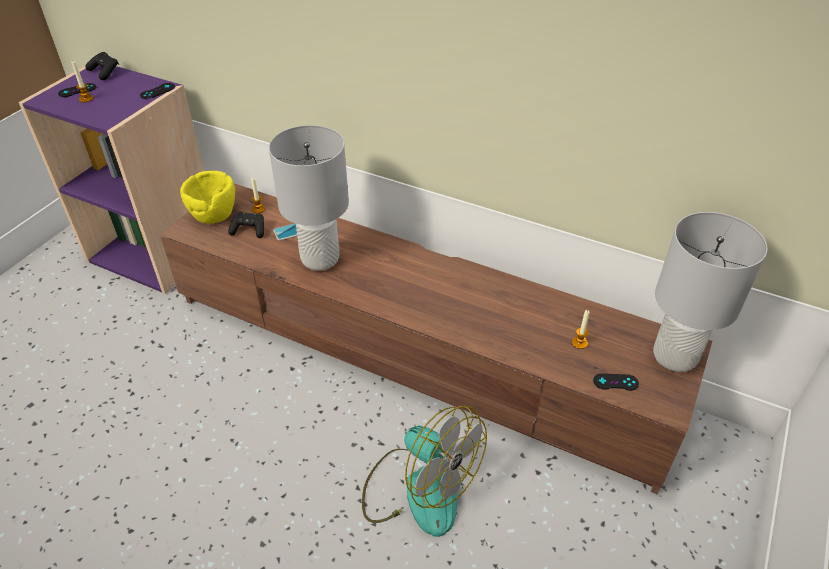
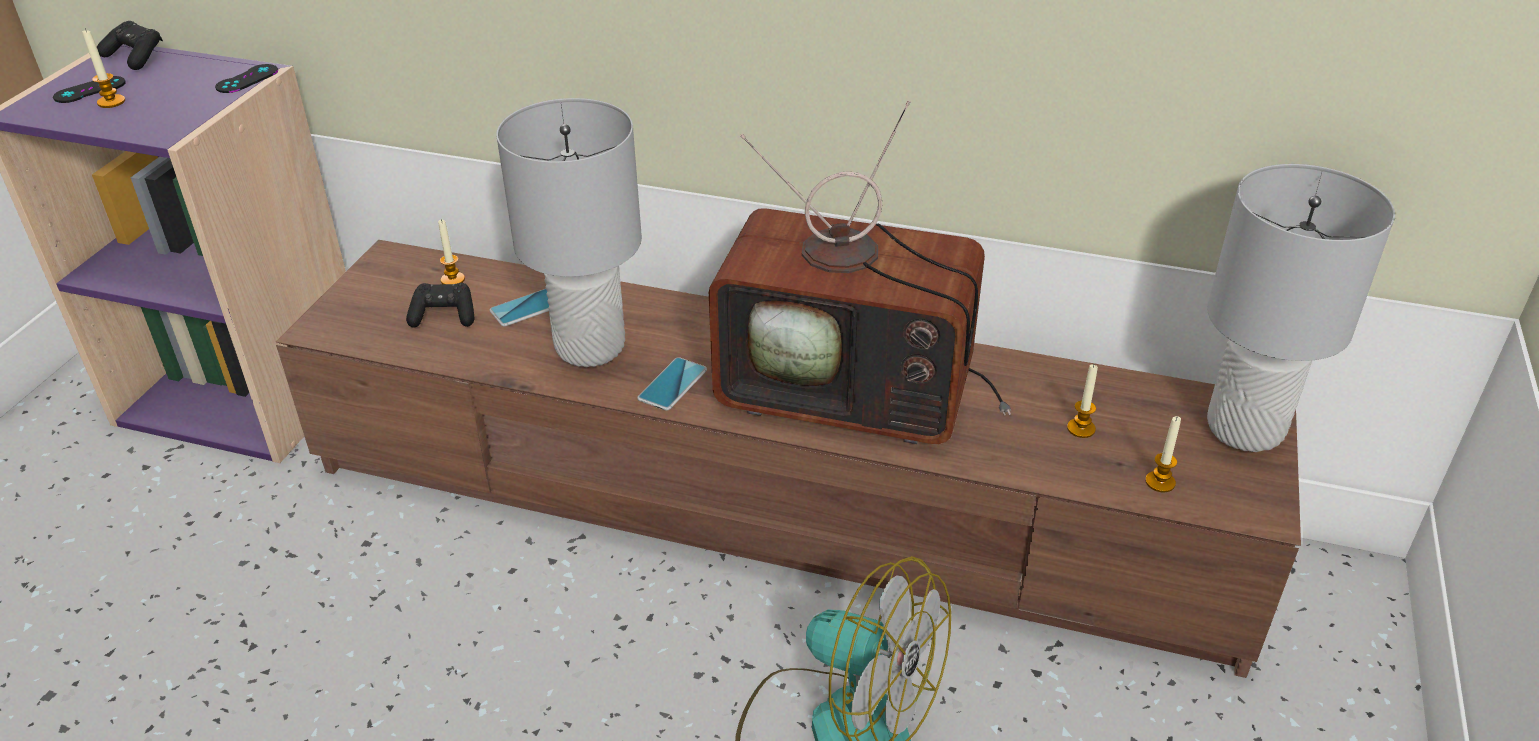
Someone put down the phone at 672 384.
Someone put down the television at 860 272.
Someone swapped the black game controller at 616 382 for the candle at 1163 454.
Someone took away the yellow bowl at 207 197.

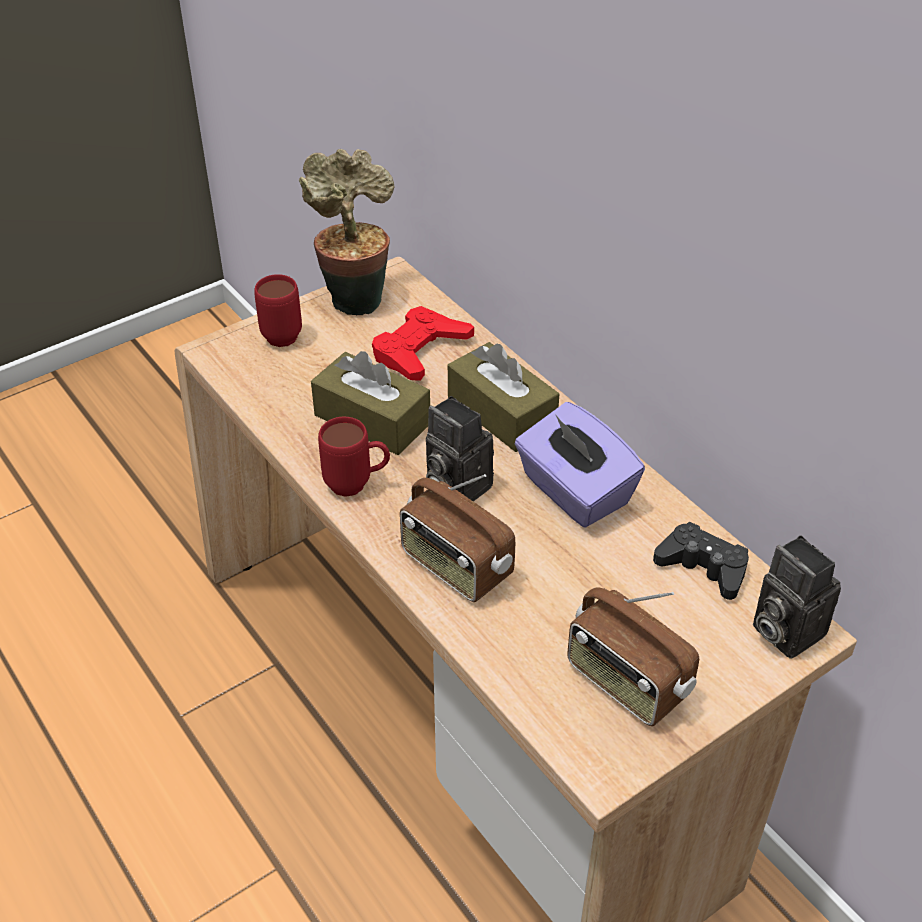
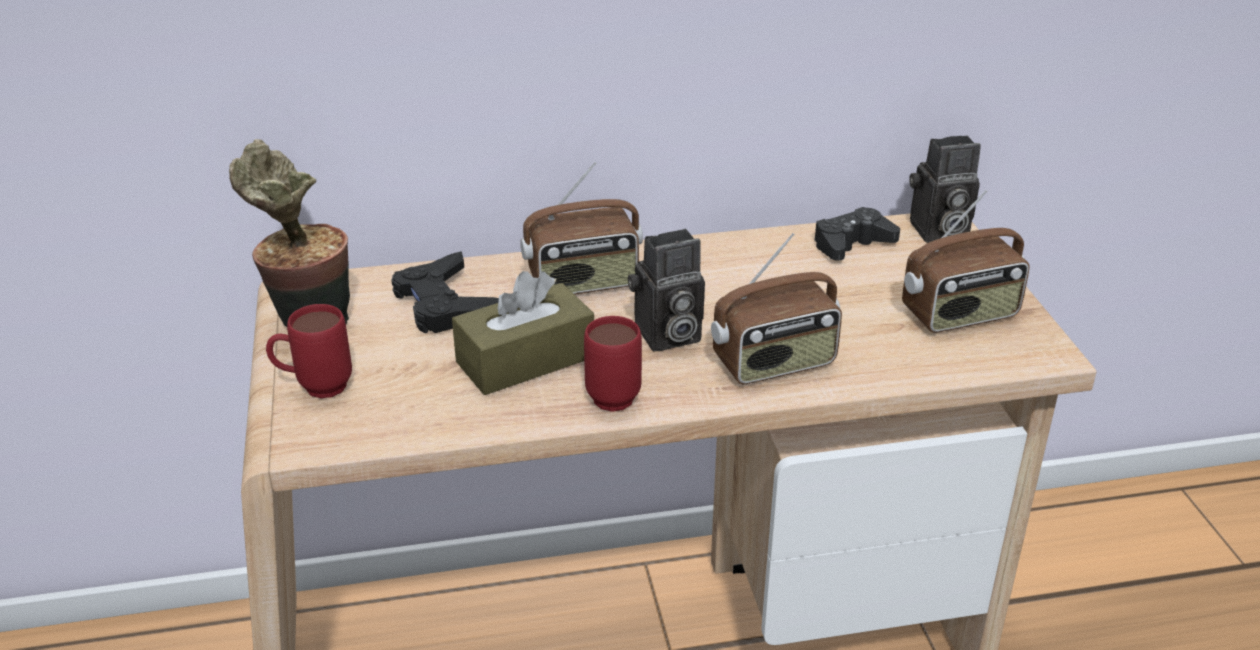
Someone repainted the red game controller at 423 343, which became the black game controller at 445 292.
Someone swapped the brown tissue box at 504 397 for the radio at 581 228.
Someone took away the purple tissue box at 580 465.

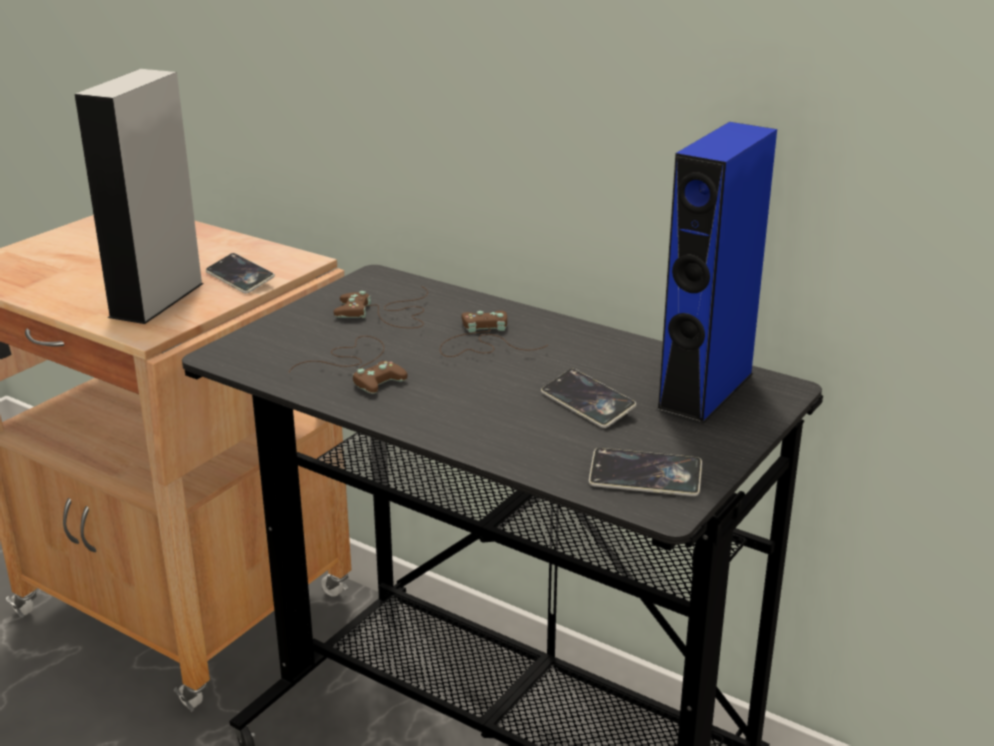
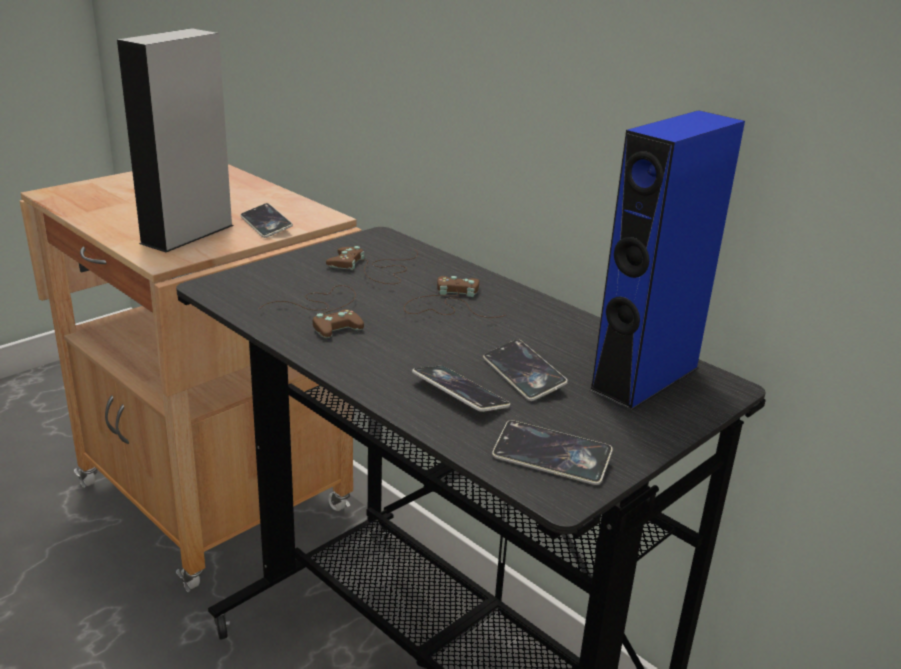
Someone put down the phone at 461 389.

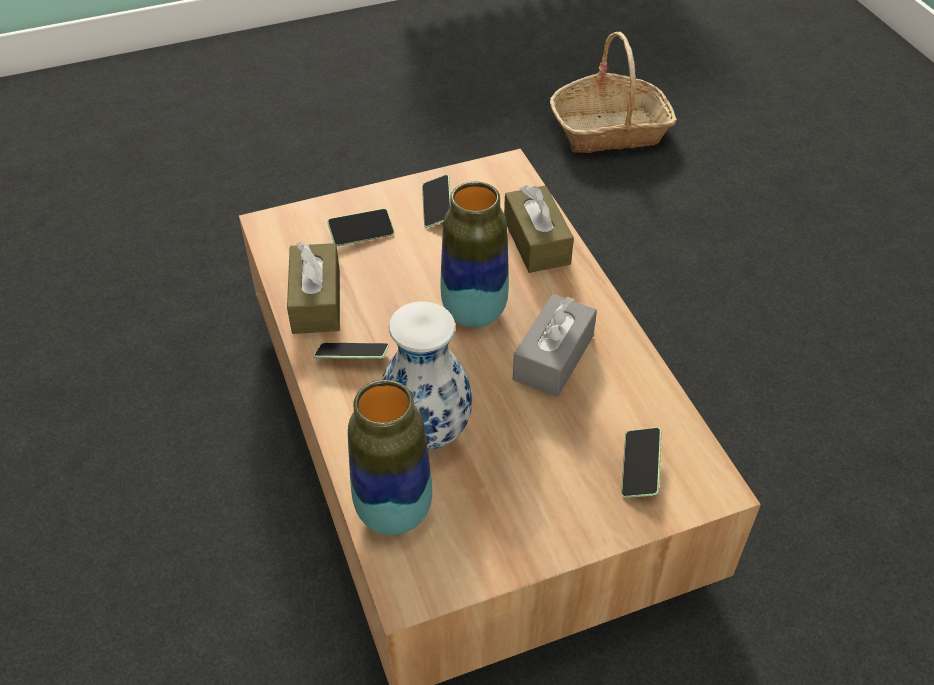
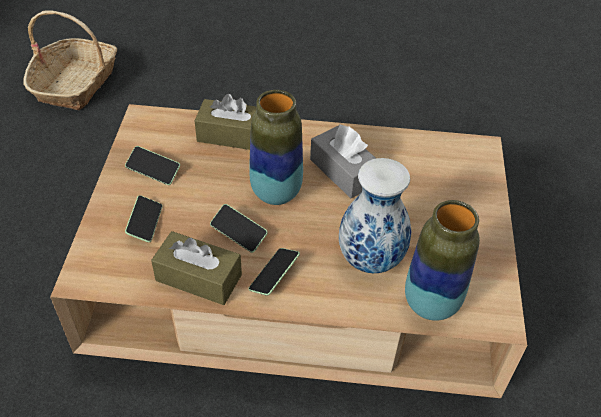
Someone carried the phone from 641 462 to 239 228.

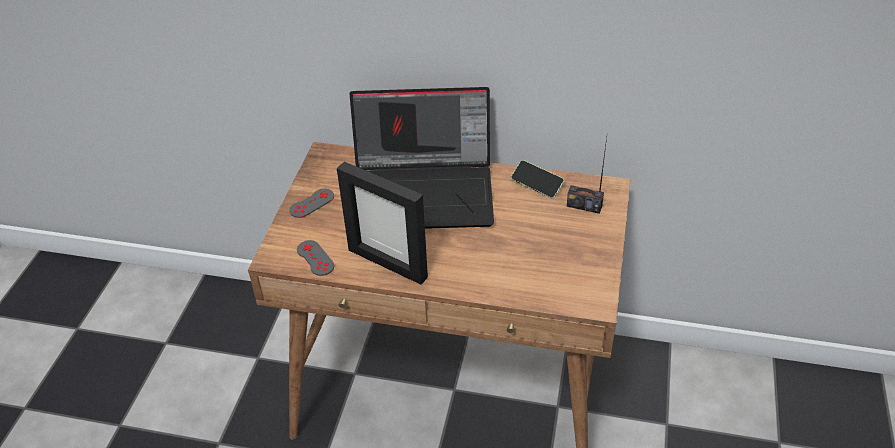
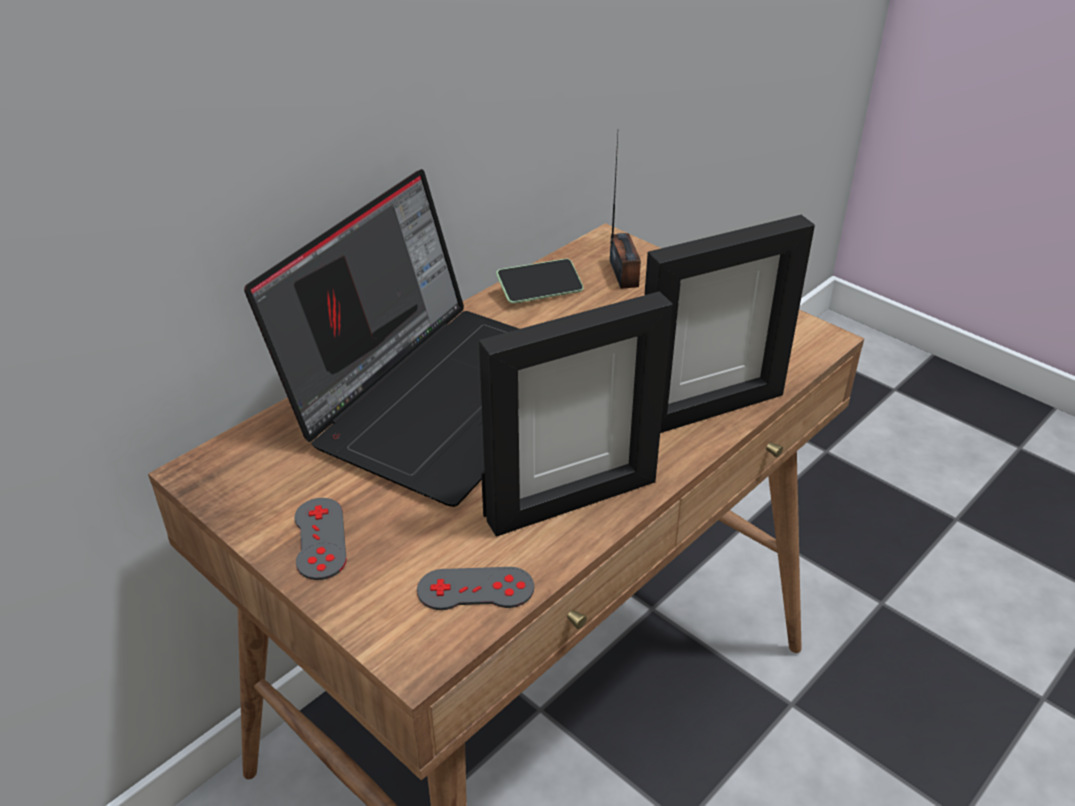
Someone rotated the radio at 587 175 by 60 degrees counterclockwise.
Someone put down the picture frame at 729 324.

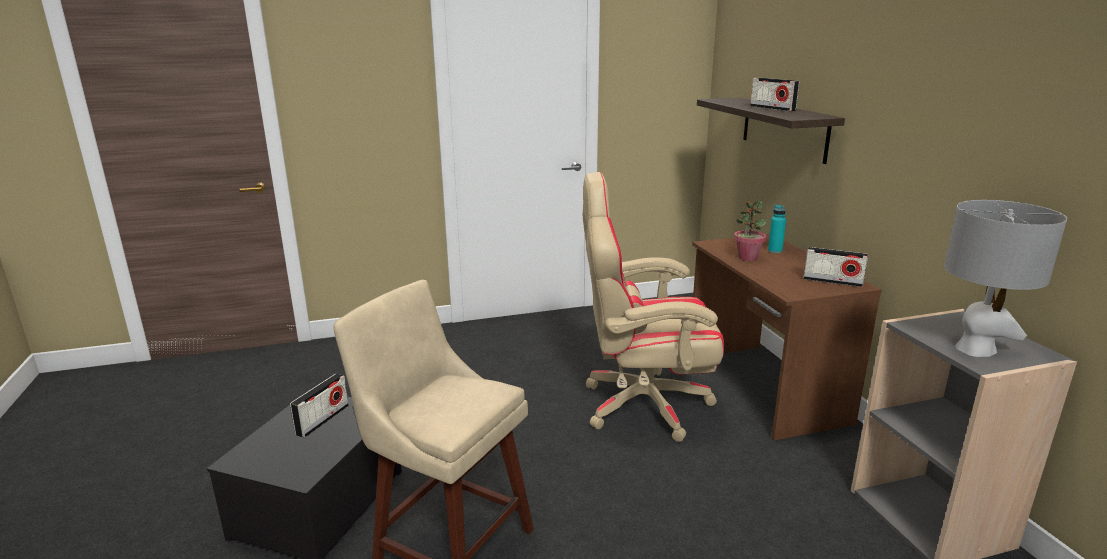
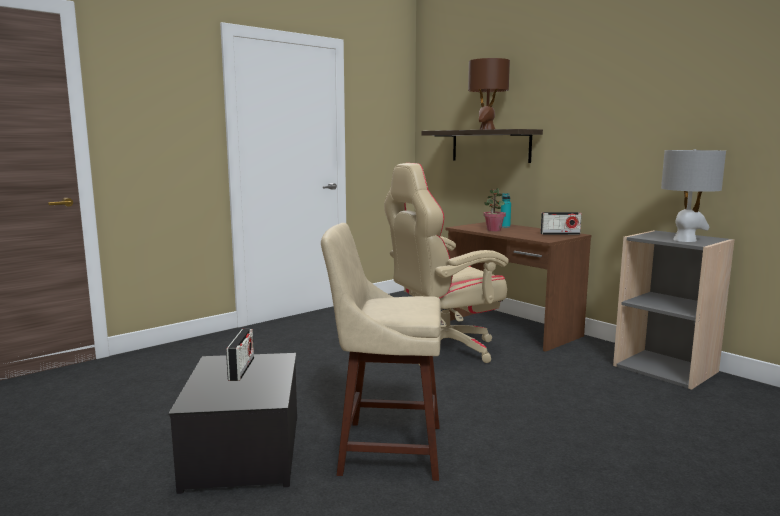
Someone swapped the radio at 775 94 for the brown table lamp at 489 94.

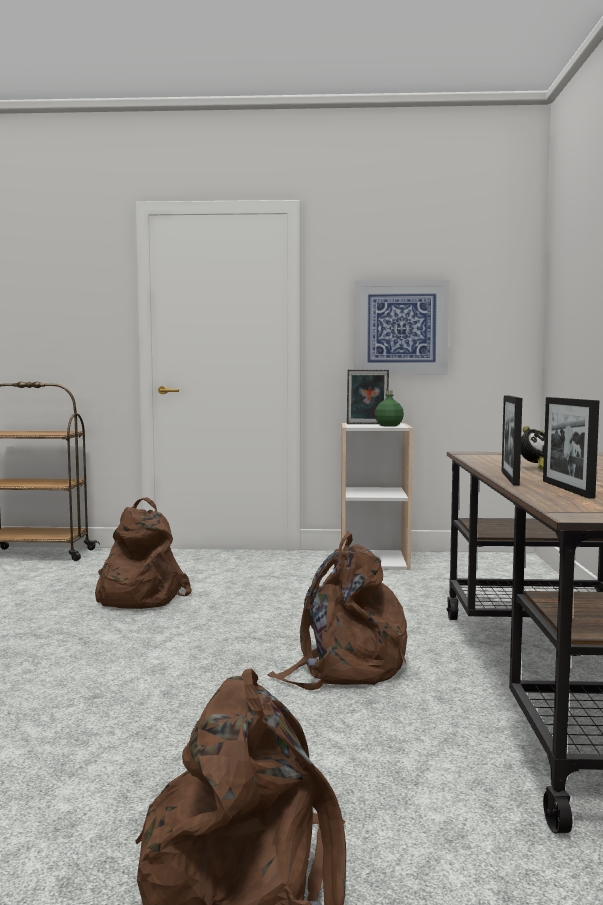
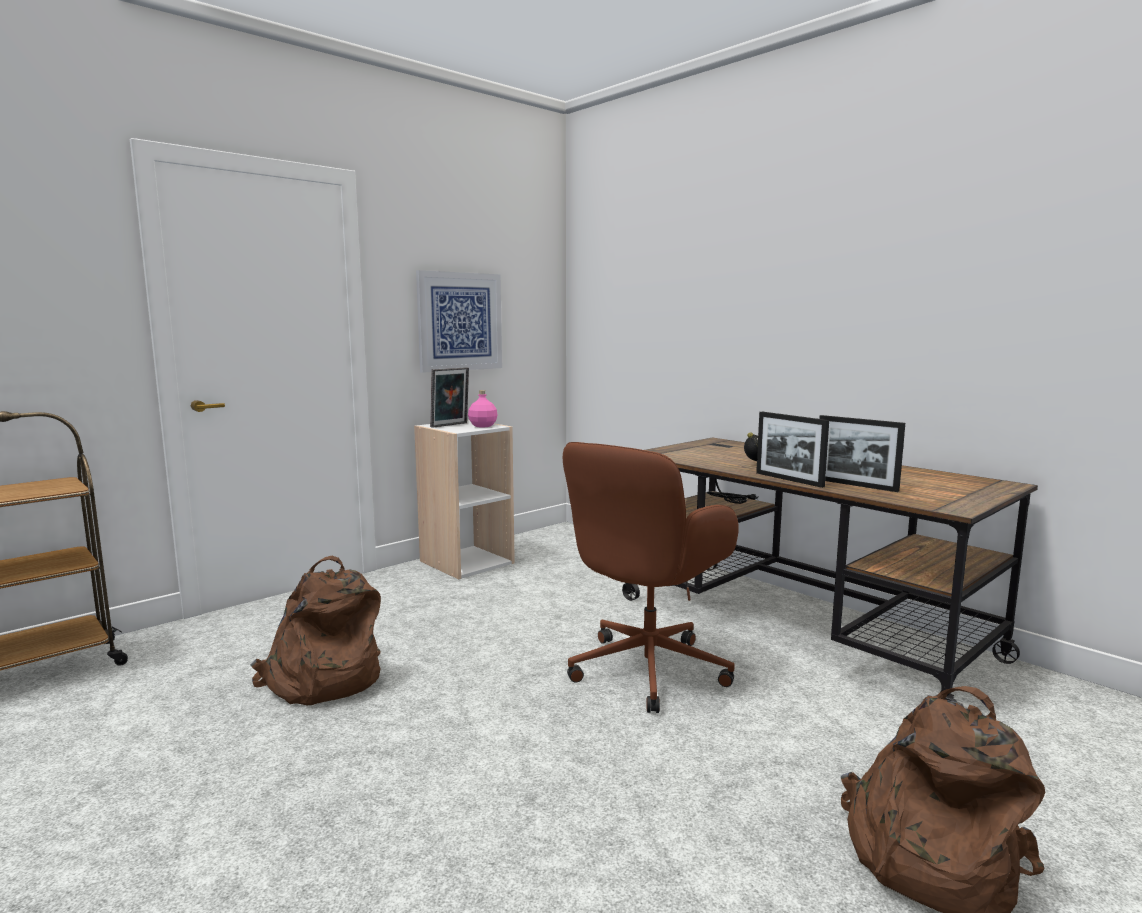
Someone repainted the green bottle at 389 409, which became the pink bottle at 483 408.
Someone swapped the brown backpack at 338 611 for the brown office chair at 651 577.

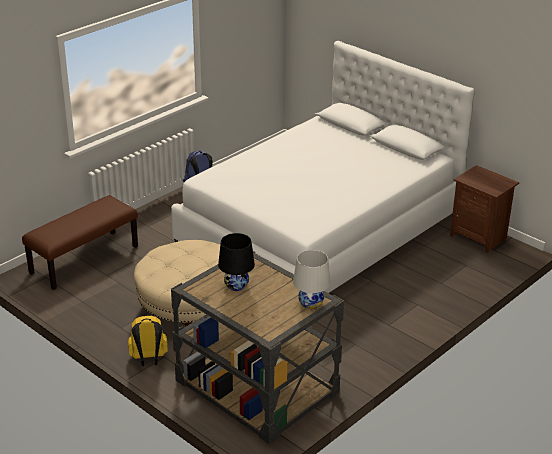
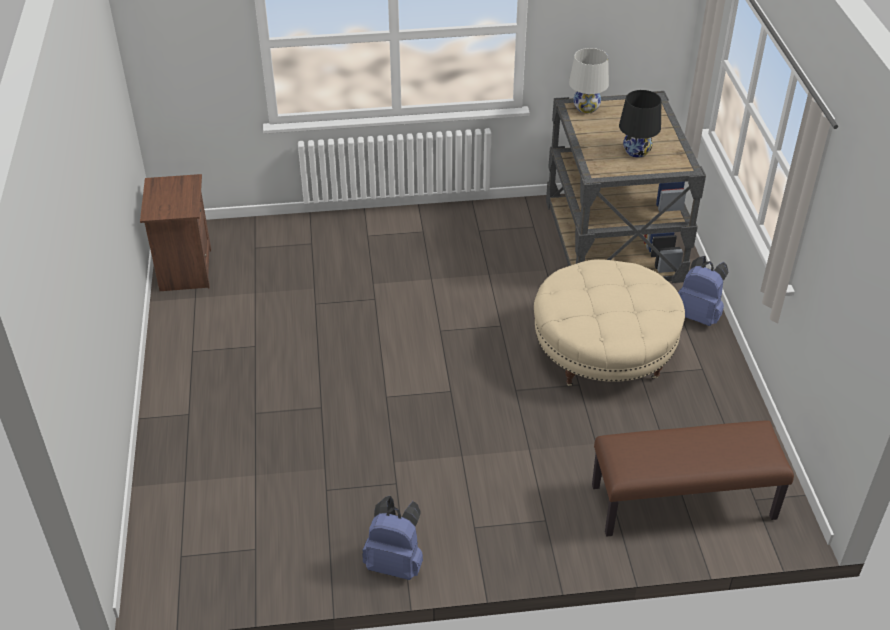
Someone repainted the yellow backpack at 148 341, which became the blue backpack at 703 291.
Someone took away the white bed at 323 167.

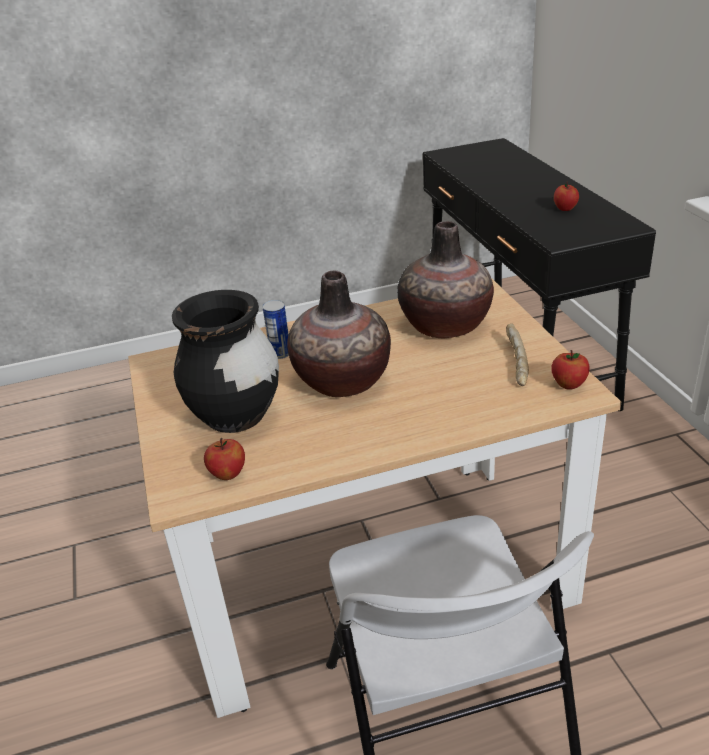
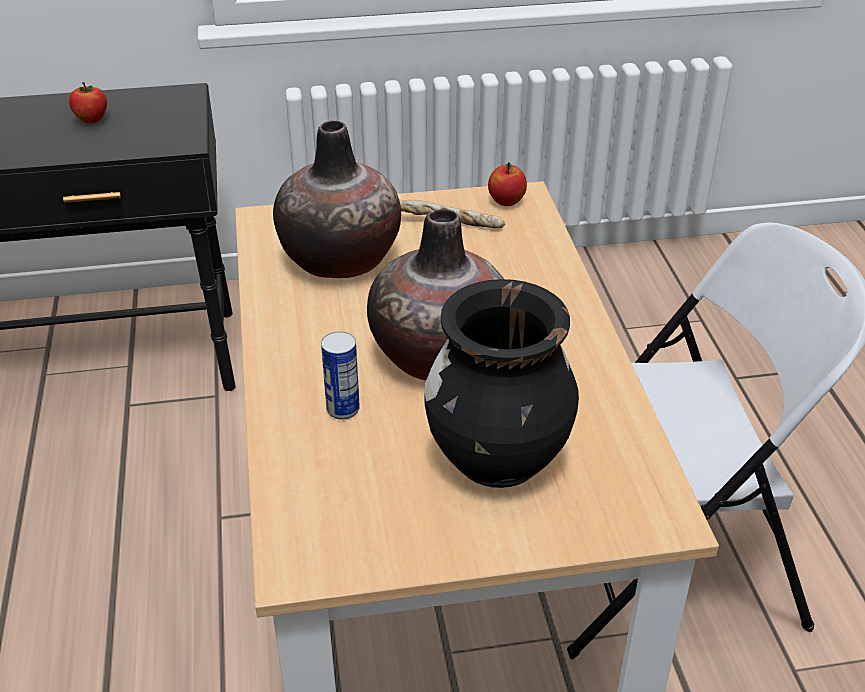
Someone took away the apple at 224 459.

